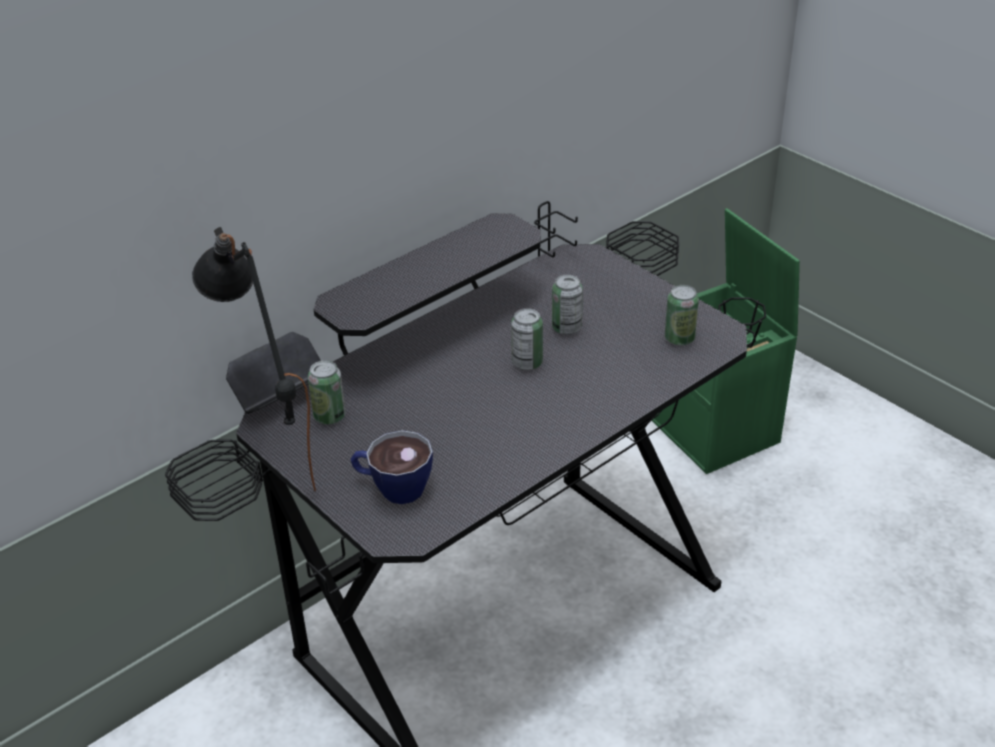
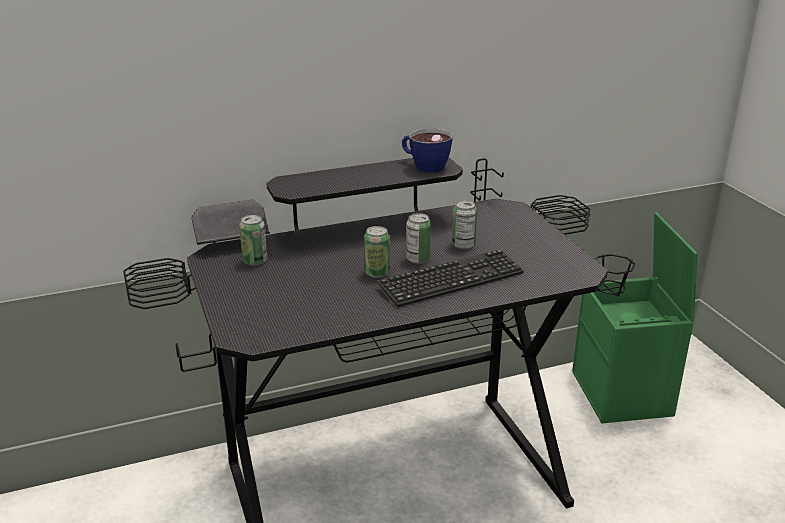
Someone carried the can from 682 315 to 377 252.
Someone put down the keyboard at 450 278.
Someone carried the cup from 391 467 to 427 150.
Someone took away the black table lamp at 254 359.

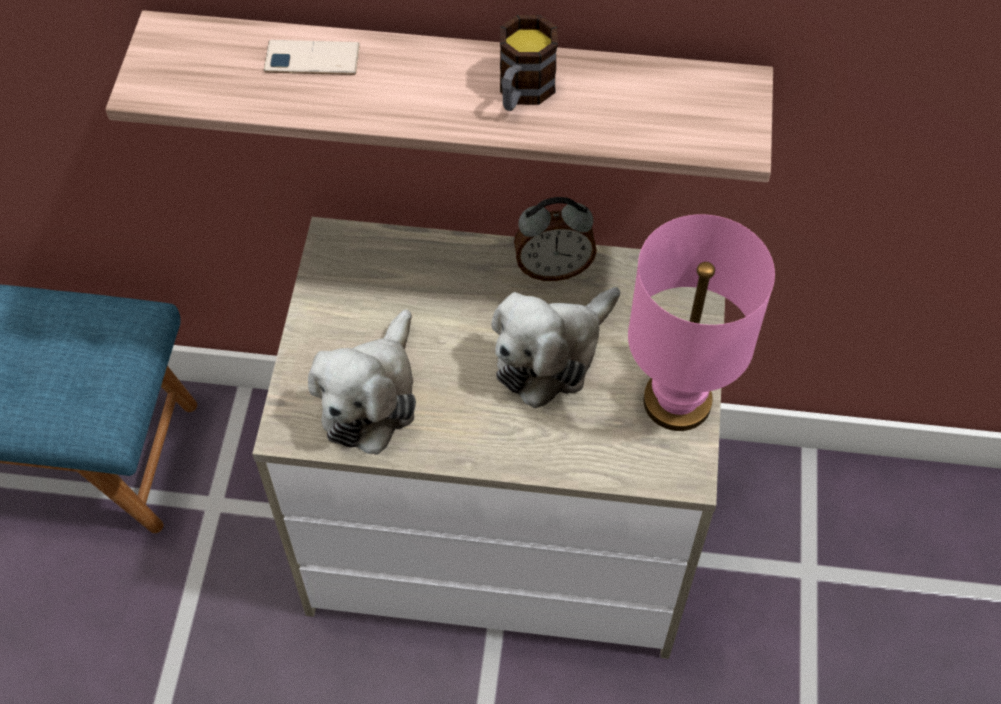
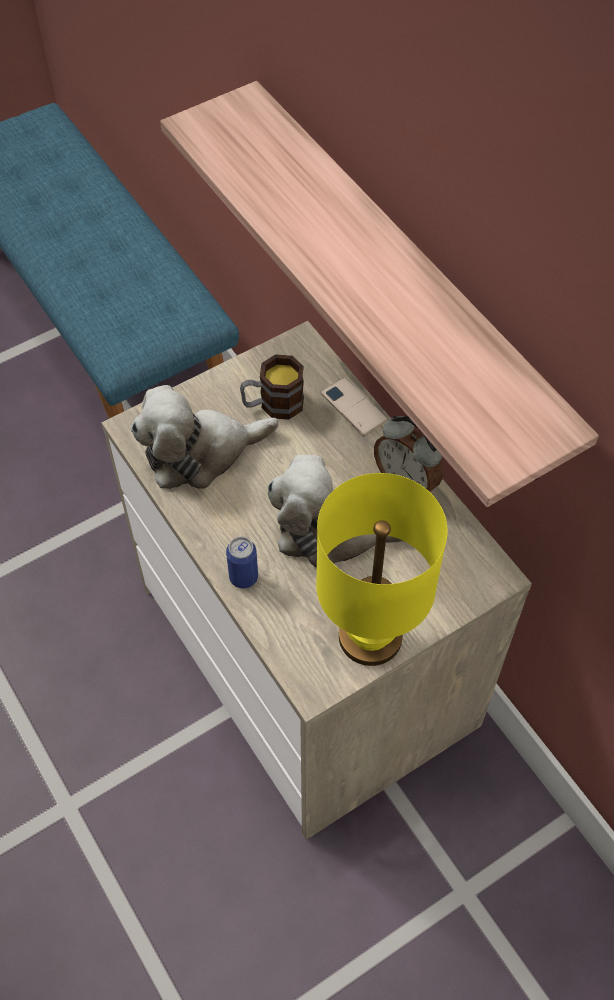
Someone put down the can at 242 562.
Someone carried the mug from 529 63 to 272 387.
Someone repainted the pink table lamp at 701 322, which became the yellow table lamp at 381 569.
Someone carried the phone from 312 57 to 354 406.

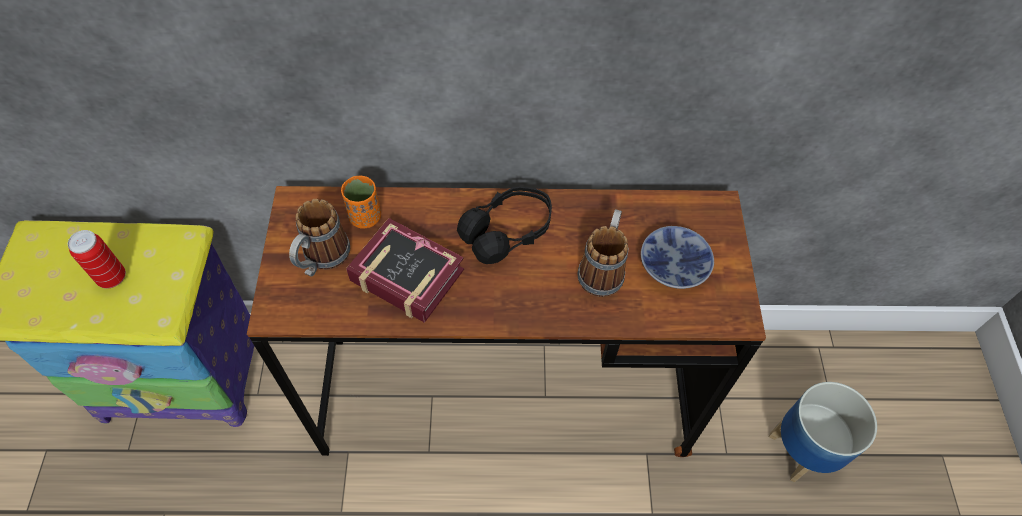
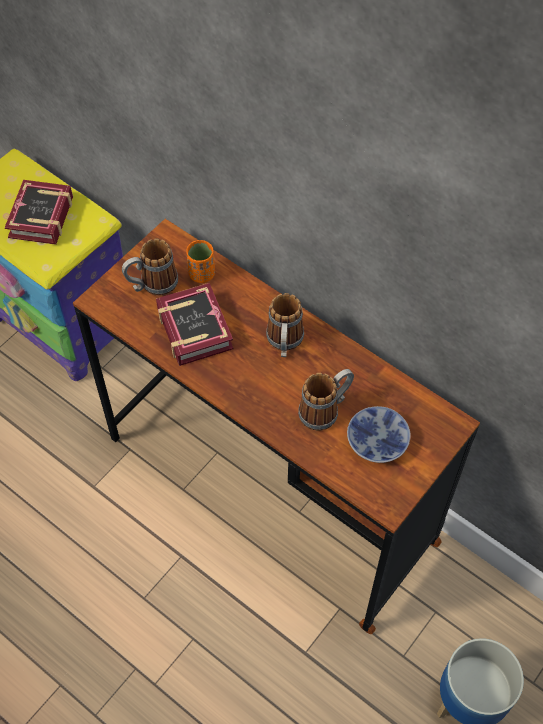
Someone swapped the can at 97 259 for the book at 39 212.
Someone swapped the black headphones at 504 225 for the mug at 285 325.

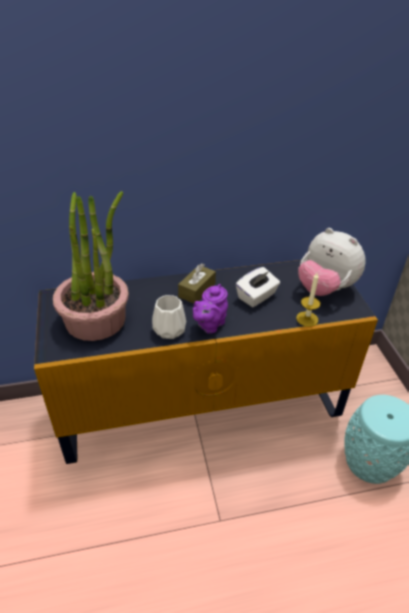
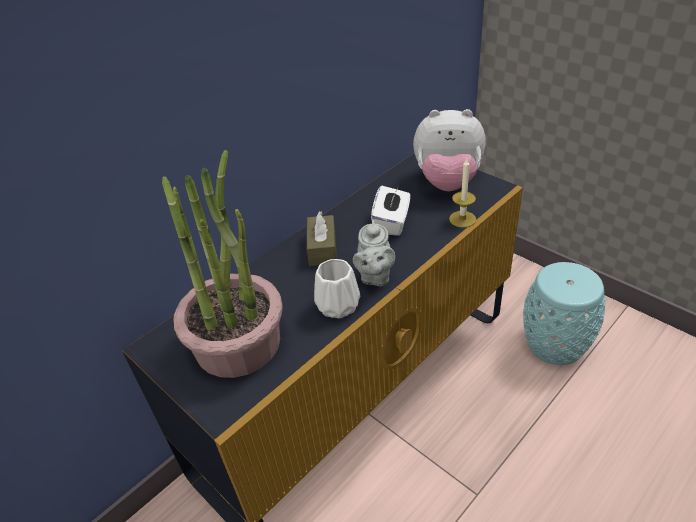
Someone repainted the purple teapot at 210 309, which became the grey teapot at 374 253.

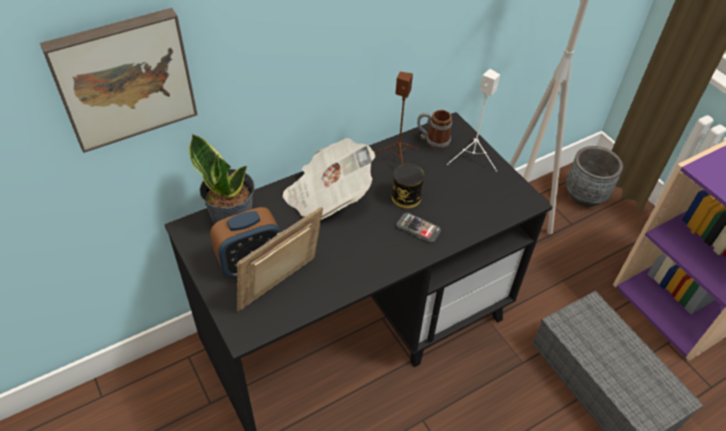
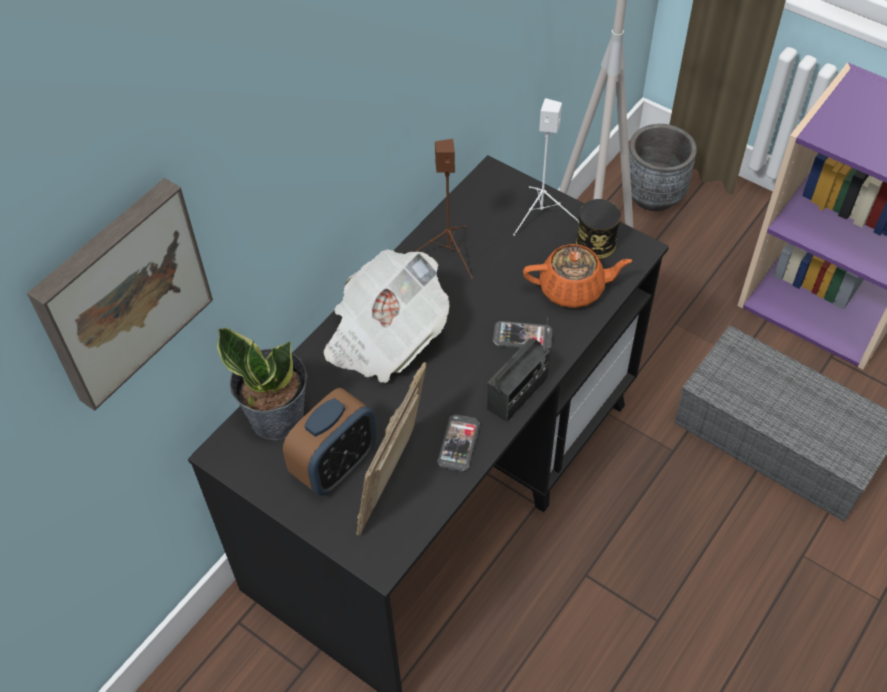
Someone put down the phone at 458 443.
Someone put down the radio at 518 370.
Someone put down the orange teapot at 578 276.
Someone carried the can from 407 186 to 598 229.
Someone took away the mug at 434 129.

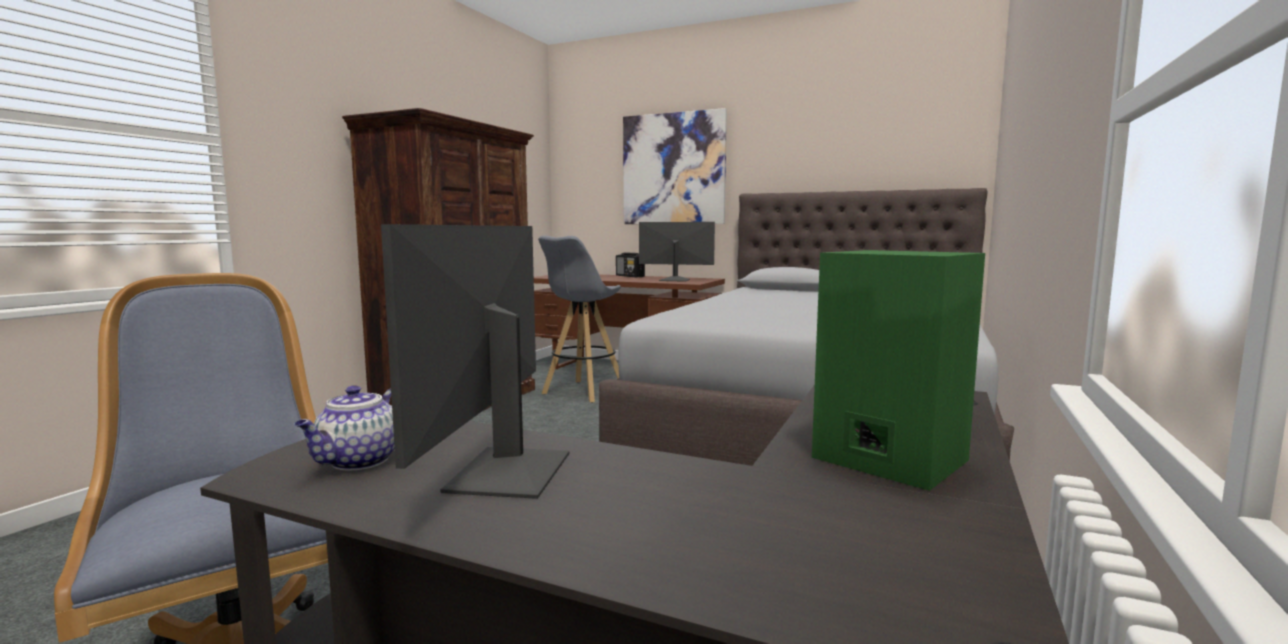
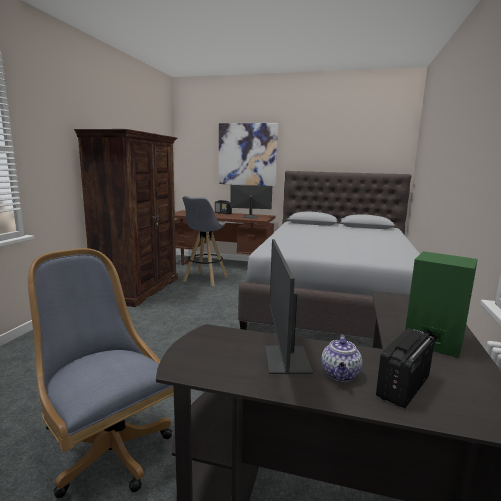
Someone carried the teapot from 344 427 to 342 358.
Someone put down the radio at 405 368.

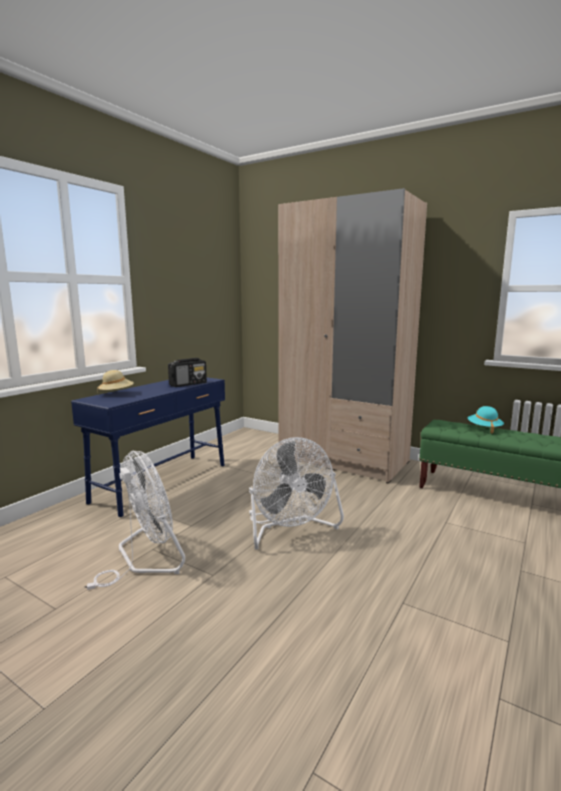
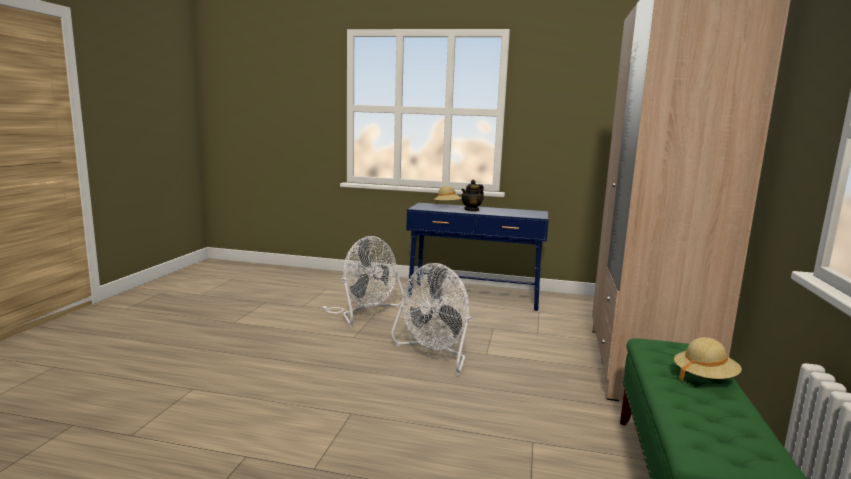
Someone put down the teapot at 472 196.
Someone repainted the turquoise hat at 486 420, which became the beige hat at 708 359.
Someone took away the radio at 187 372.

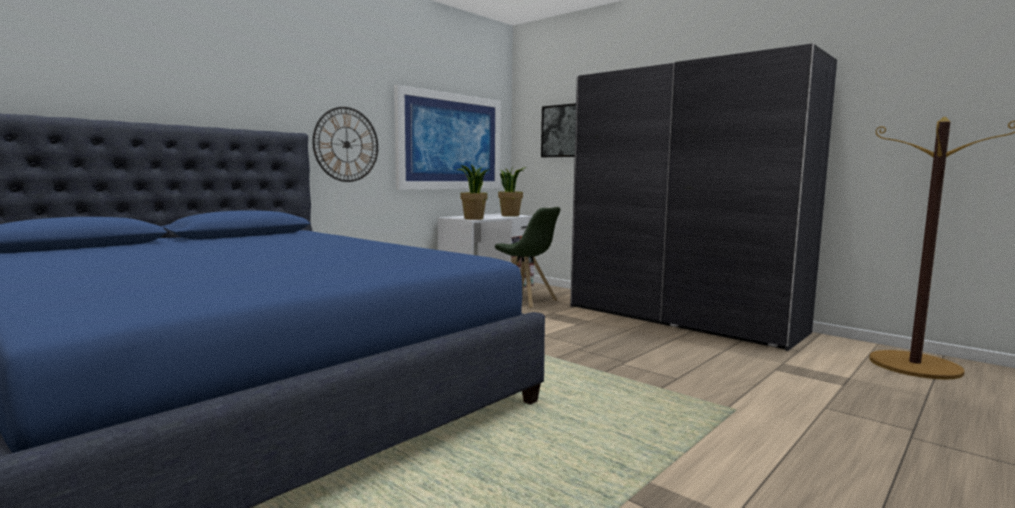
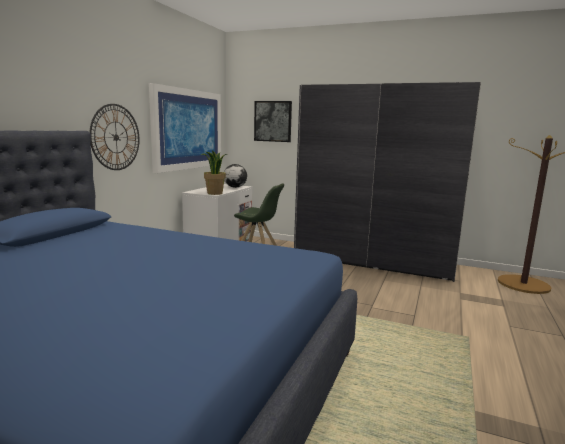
Someone swapped the potted plant at 512 191 for the globe at 235 176.

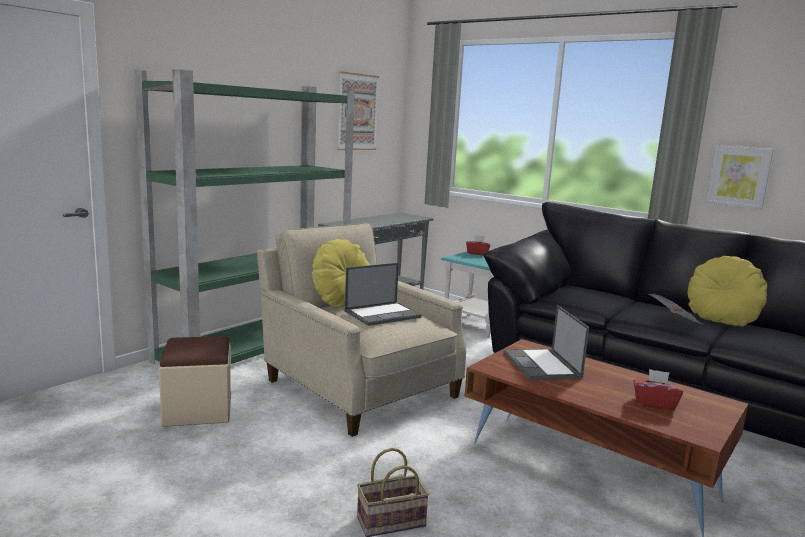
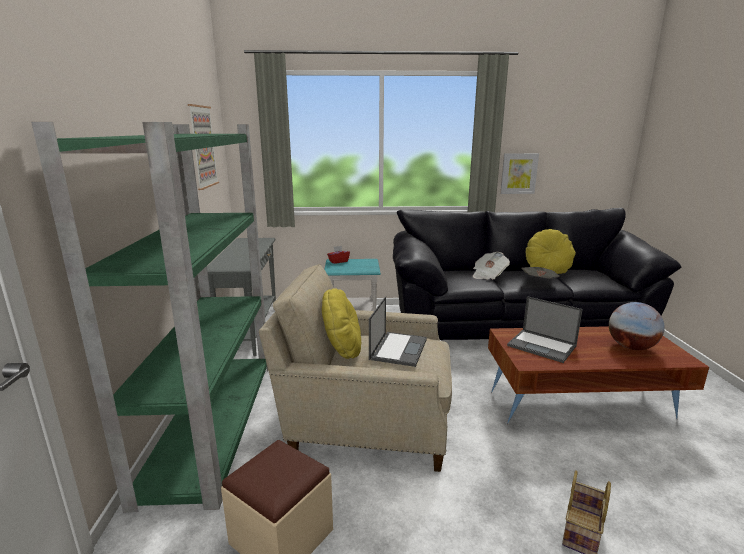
Someone put down the newspaper at 491 265.
Someone swapped the red tissue box at 658 390 for the globe at 637 326.

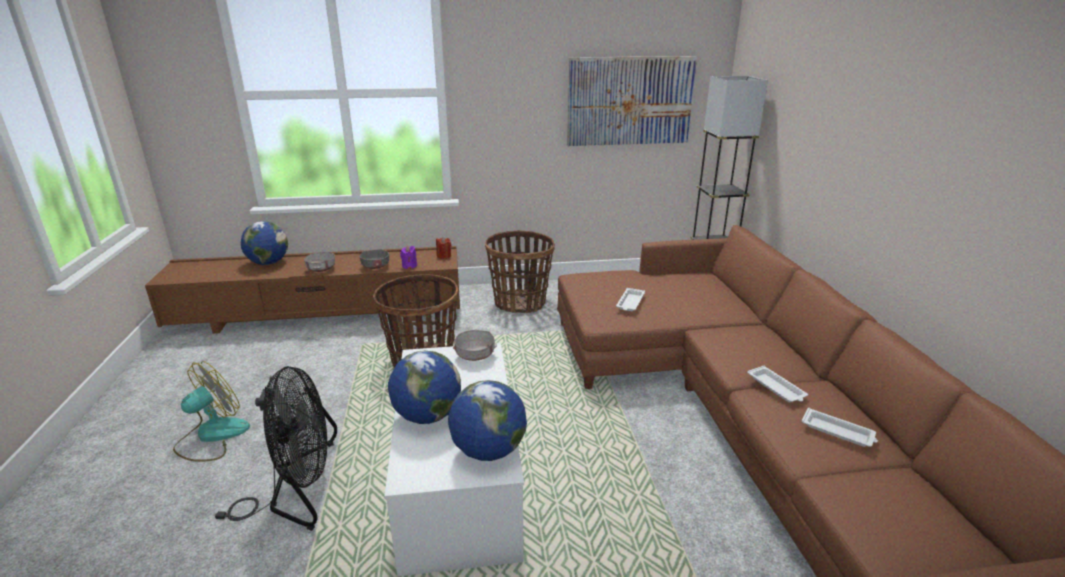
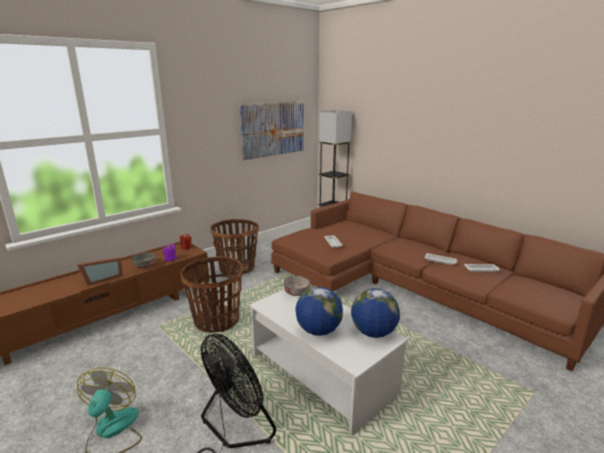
Someone swapped the grey bowl at 319 262 for the picture frame at 100 271.
Someone took away the globe at 264 243.

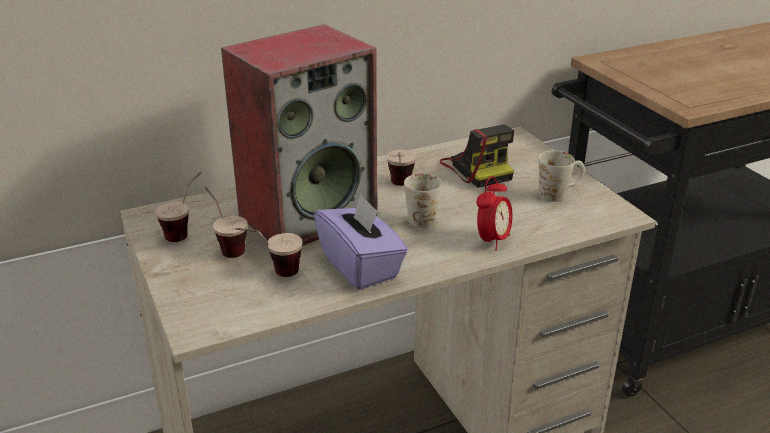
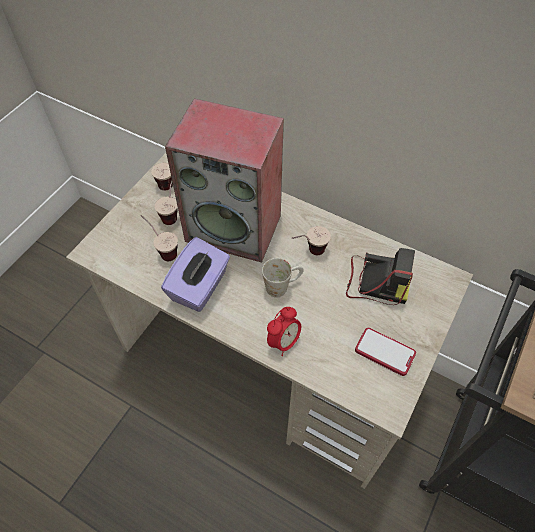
Someone rotated the alarm clock at 494 213 by 45 degrees counterclockwise.
Someone rotated the photo camera at 477 156 by 105 degrees counterclockwise.
Someone swapped the white mug at 561 176 for the phone at 385 352.

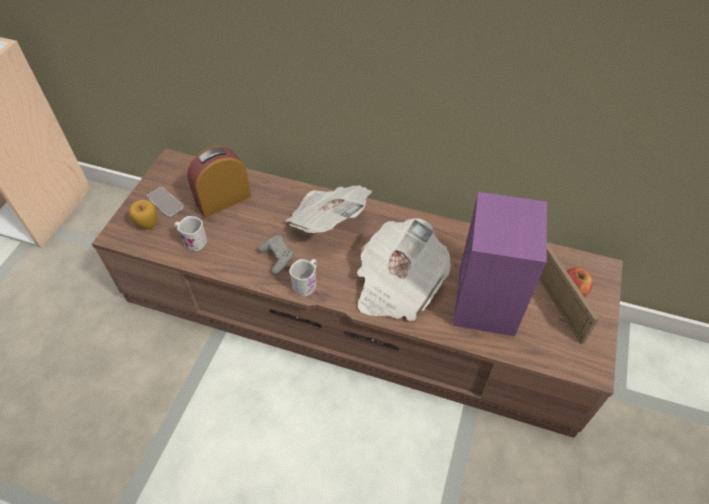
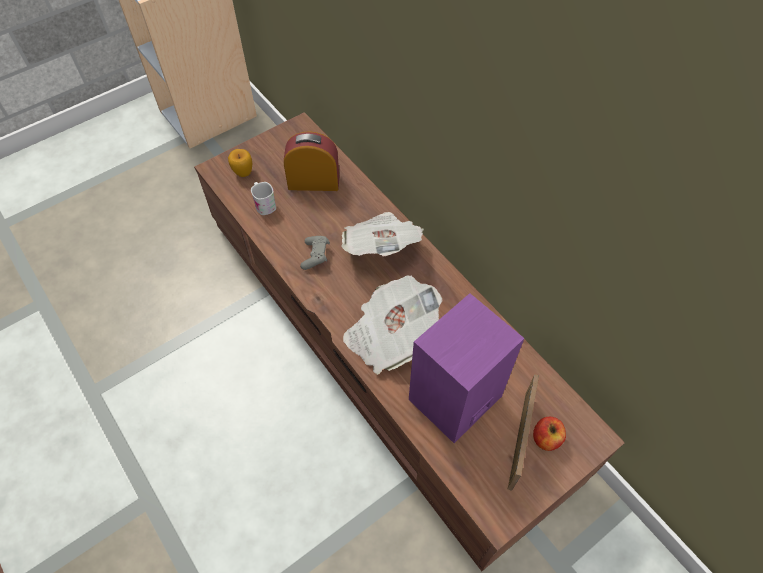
Someone took away the phone at 165 202.
Someone took away the white mug at 303 277.

